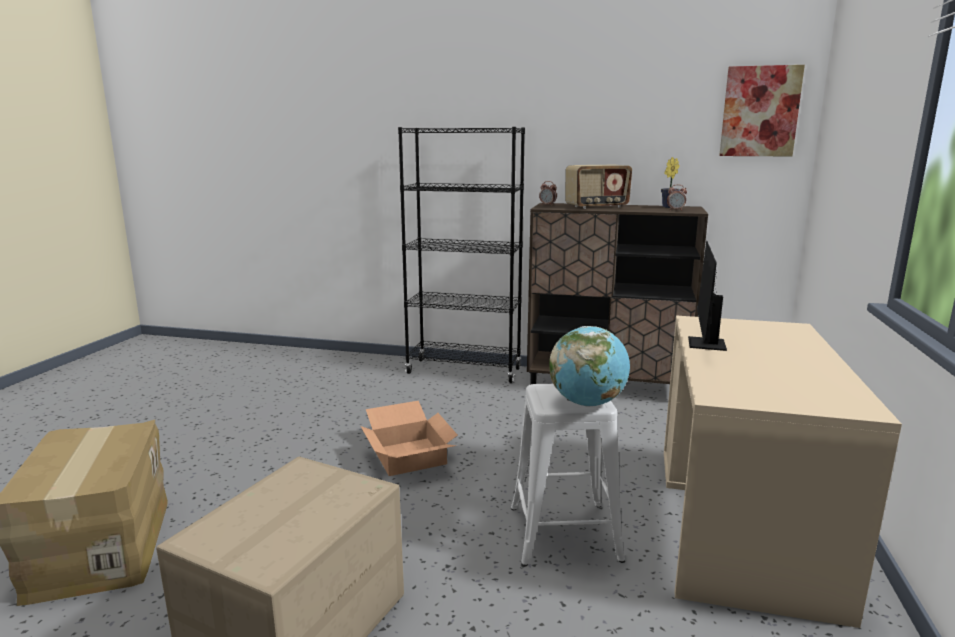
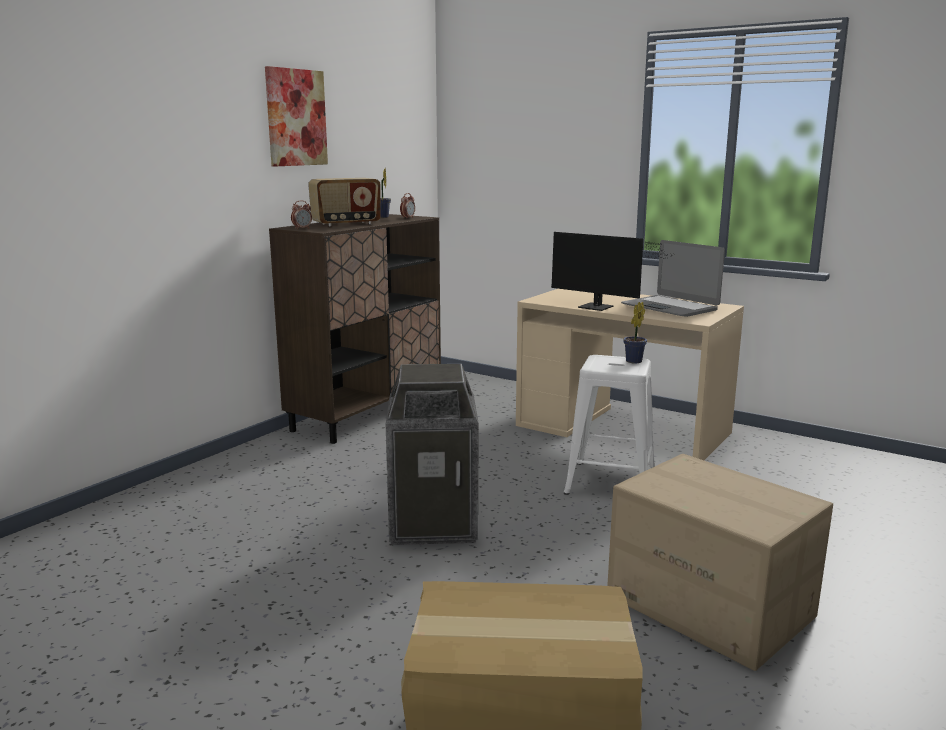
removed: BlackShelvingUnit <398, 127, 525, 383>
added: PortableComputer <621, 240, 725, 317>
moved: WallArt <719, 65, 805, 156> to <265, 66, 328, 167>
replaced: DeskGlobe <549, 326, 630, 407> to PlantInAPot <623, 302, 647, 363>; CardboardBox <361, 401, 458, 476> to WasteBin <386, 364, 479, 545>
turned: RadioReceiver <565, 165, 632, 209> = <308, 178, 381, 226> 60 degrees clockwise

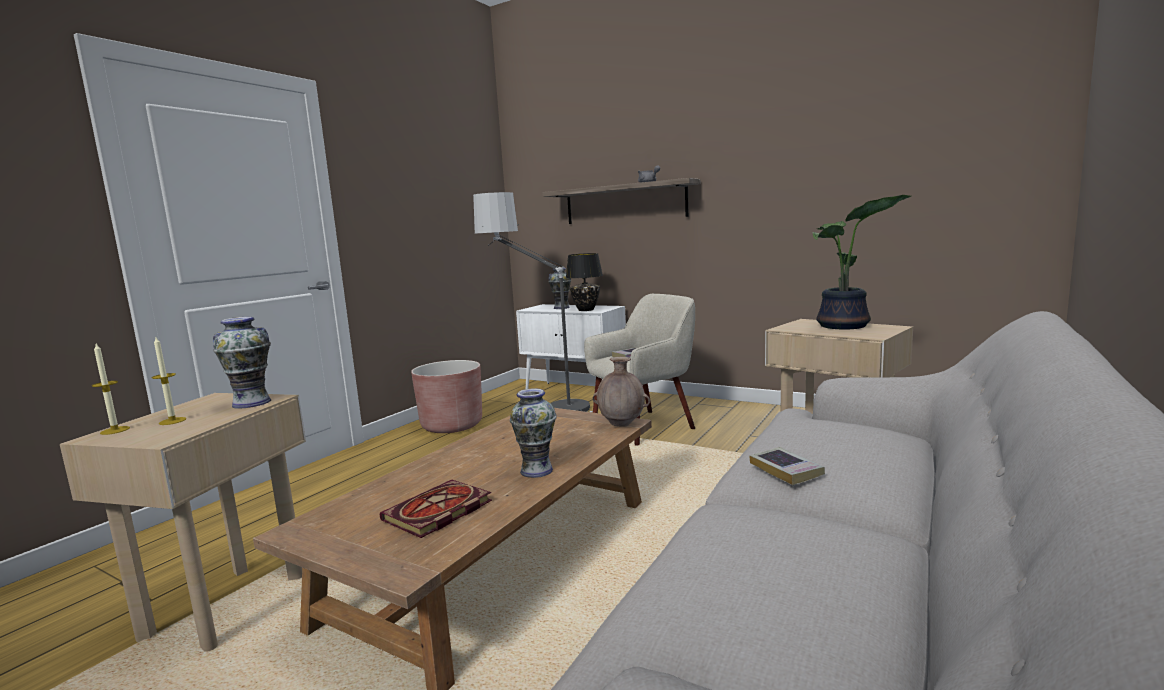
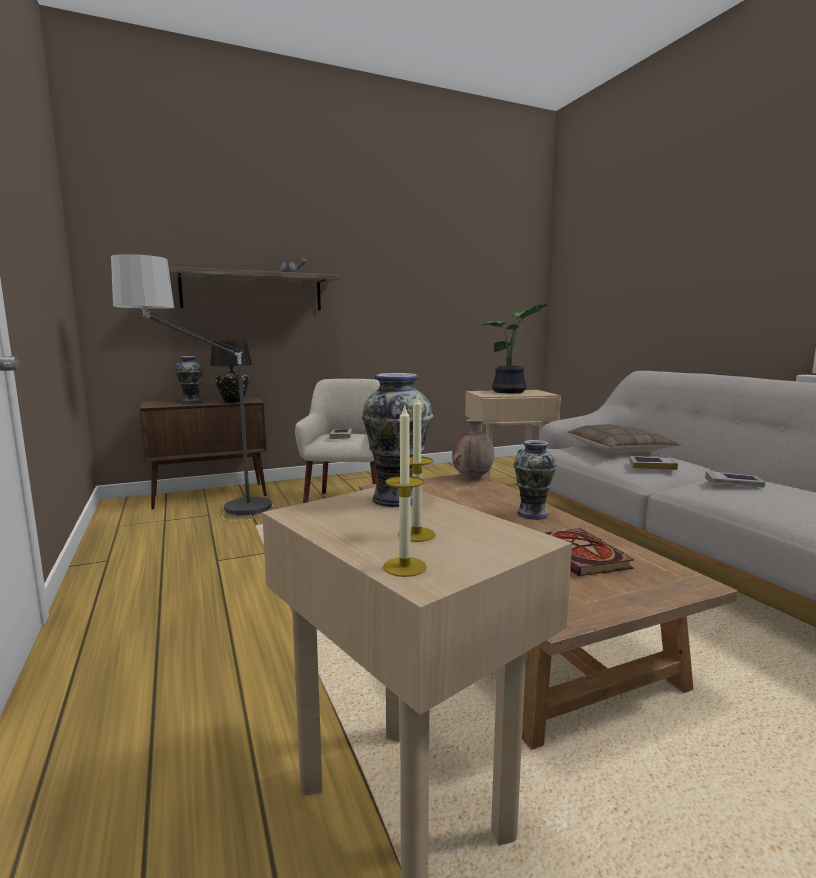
removed: BrownishPlanter <411, 360, 482, 433>
added: Pillow <567, 424, 681, 453>; Book <705, 471, 765, 487>
recoloured: WhiteCabinet <516, 304, 626, 389> to BrownishCabinet <139, 397, 267, 510>

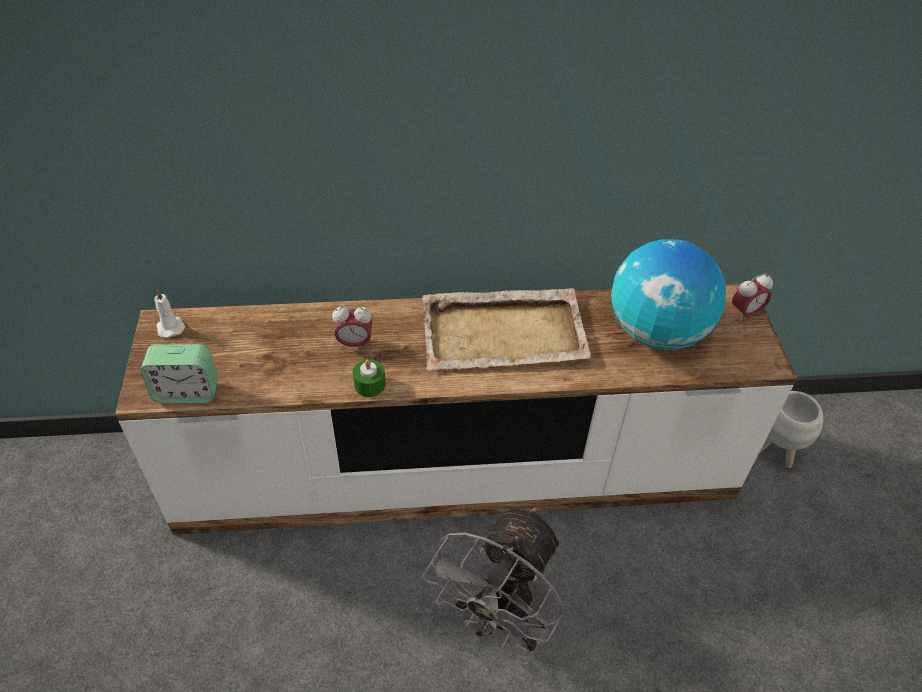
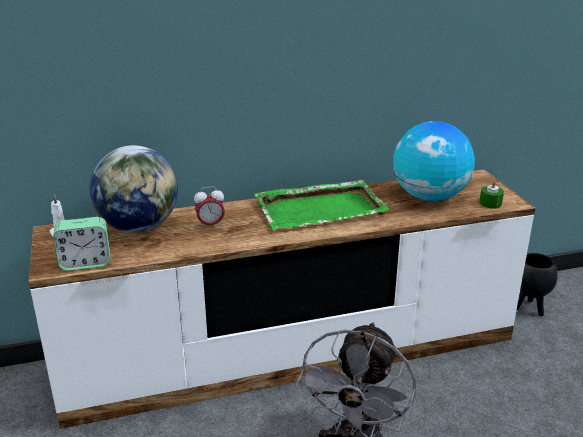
removed: AlarmClock <732, 273, 773, 321>
added: DeskGlobe <89, 145, 178, 233>
moved: GreenCandle <353, 359, 386, 397> to <479, 180, 504, 209>
recoloured: SandColouredTray <422, 288, 592, 371> to GreenTray <255, 180, 390, 230>; WhitePlanter <759, 391, 823, 468> to BlackPlanter <516, 253, 558, 316>

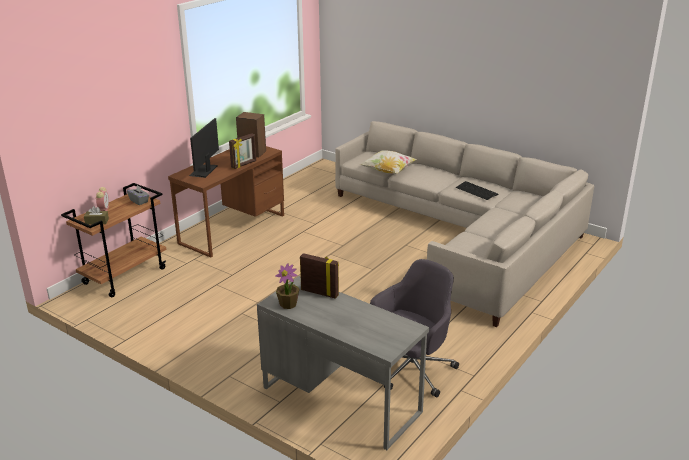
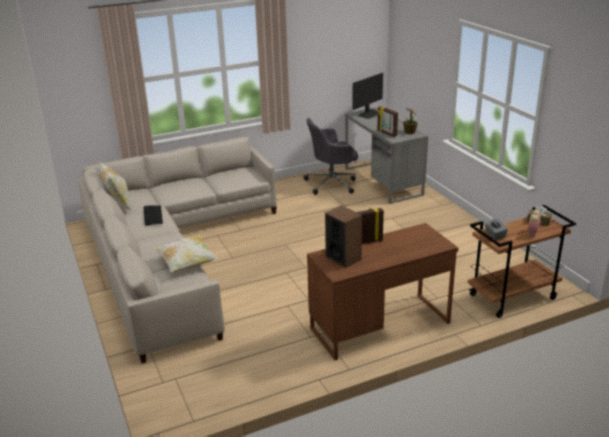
added: Pillow <99, 162, 131, 211>
moved: Monitor <189, 118, 219, 178> to <352, 73, 383, 119>

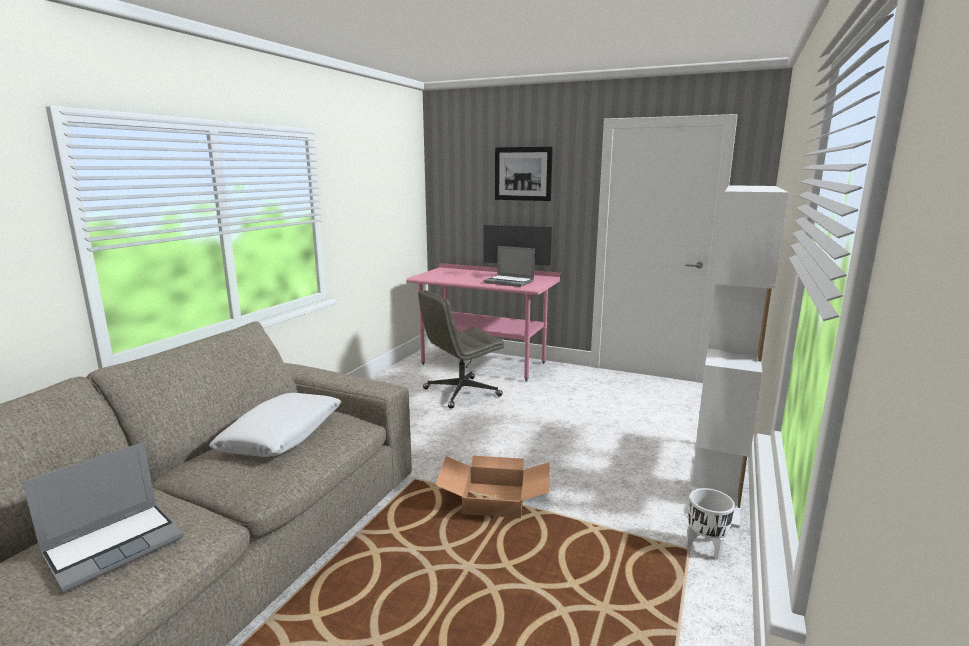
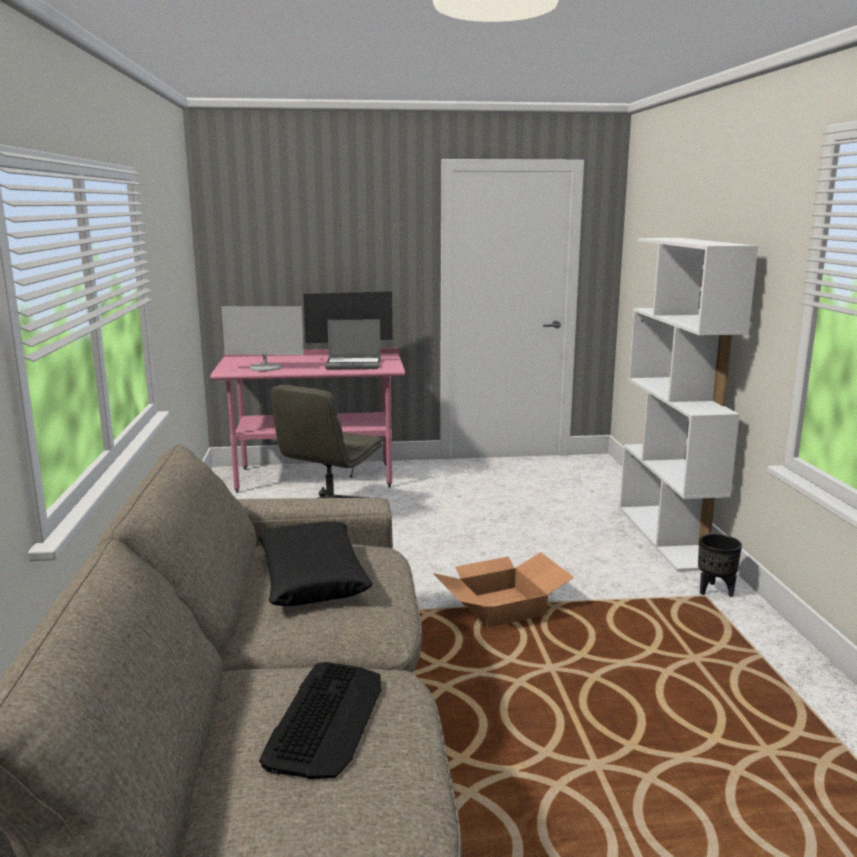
removed: WallArt <495, 147, 553, 201>
added: Monitor <221, 306, 304, 371>
replaced: PortableComputer <22, 442, 184, 592> to ComputerKeyboard <259, 662, 381, 779>
recoloured: WhitePillow <209, 393, 341, 457> to BlackPillow <259, 521, 373, 606>; WhitePlanter <687, 488, 735, 560> to BlackPlanter <698, 534, 742, 597>

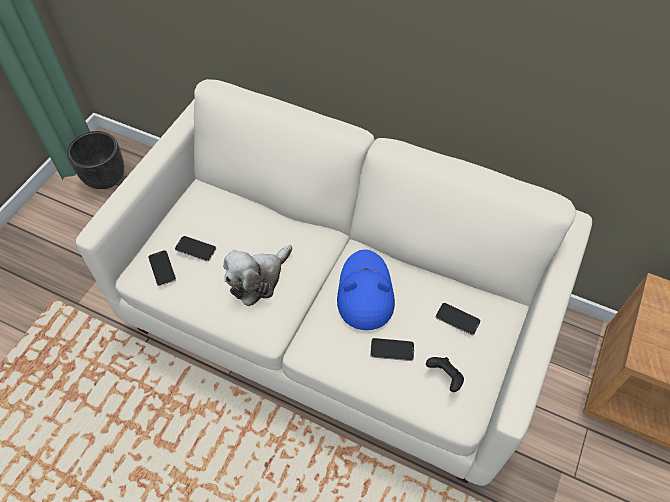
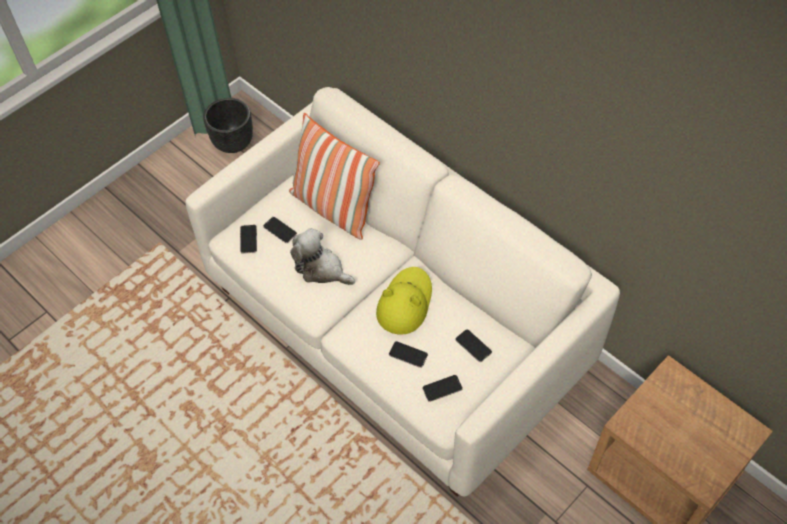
added: Pillow <289, 113, 380, 240>
replaced: BlackGamepad <426, 357, 464, 392> to Handset <422, 375, 463, 402>
recoloured: BluishHat <337, 249, 395, 330> to YellowColouredHat <376, 267, 432, 335>
turned: SoftToy <223, 245, 292, 306> = <290, 228, 355, 285> 60 degrees clockwise

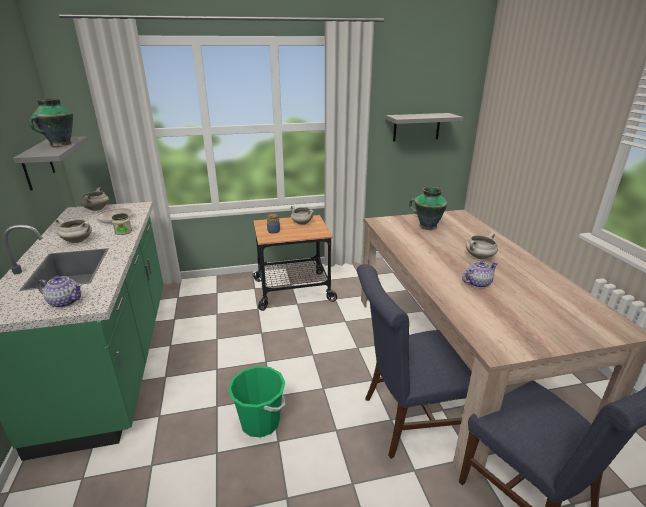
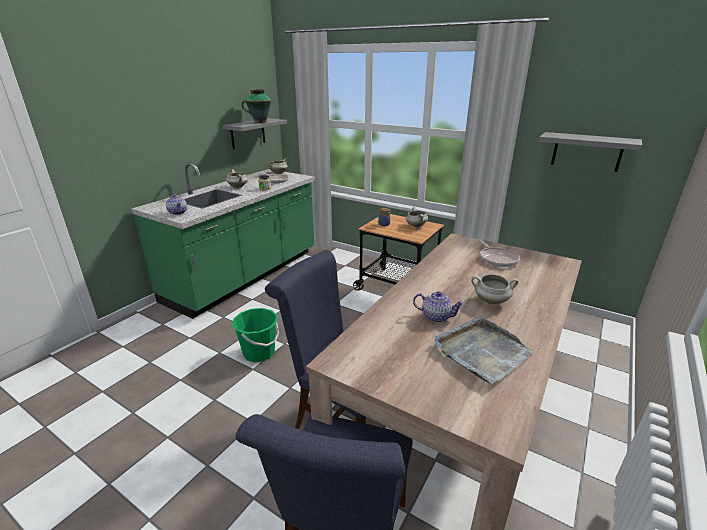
added: GreyishTray <434, 317, 533, 384>
replaced: DecorativeVase <409, 187, 448, 230> to Skillet <478, 239, 520, 267>

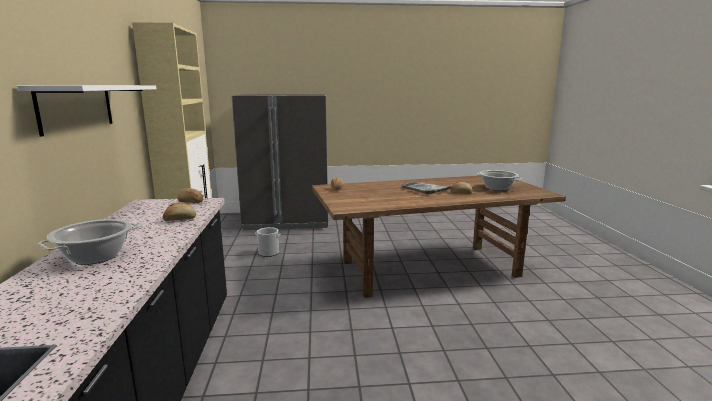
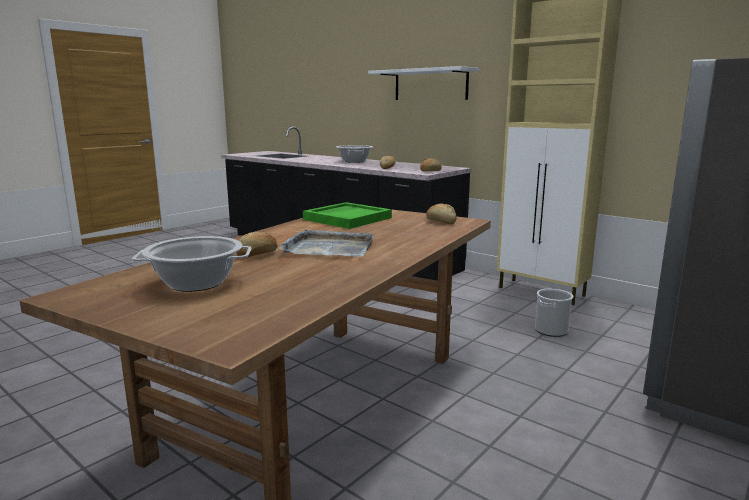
added: GreenTray <303, 202, 392, 229>

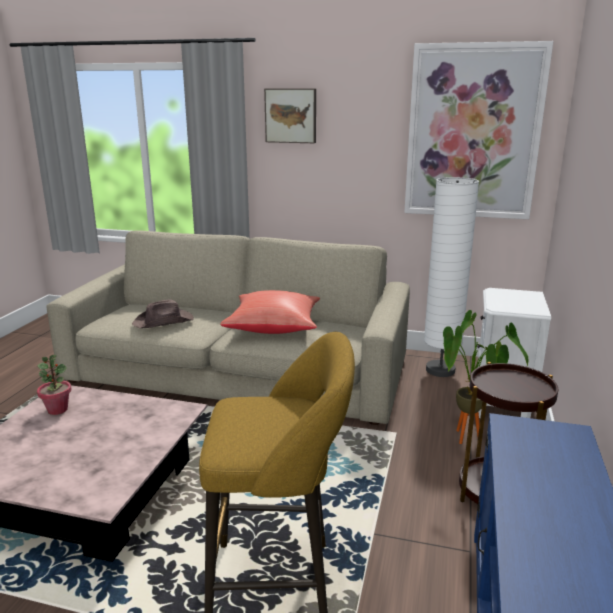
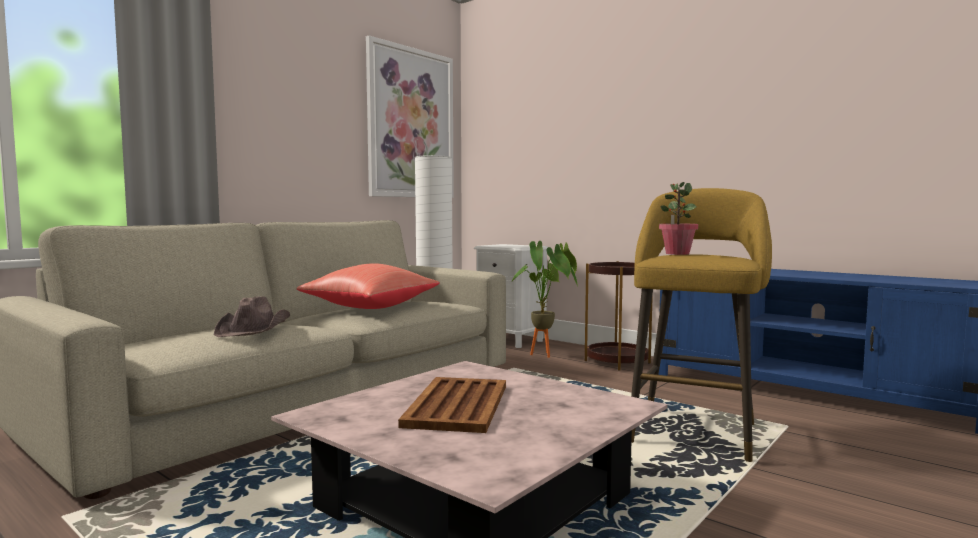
removed: WallArt <264, 89, 316, 143>
added: BrownishTray <398, 377, 506, 433>
moved: PlantInAPot <37, 355, 72, 415> to <659, 182, 698, 255>

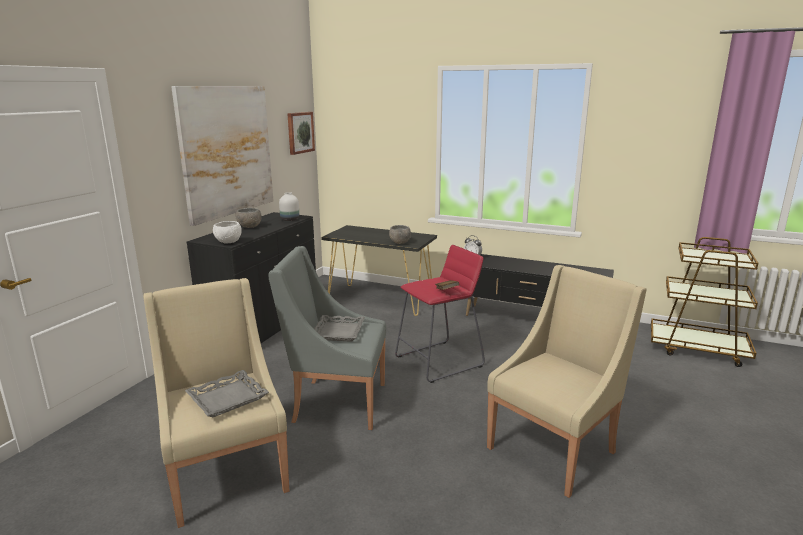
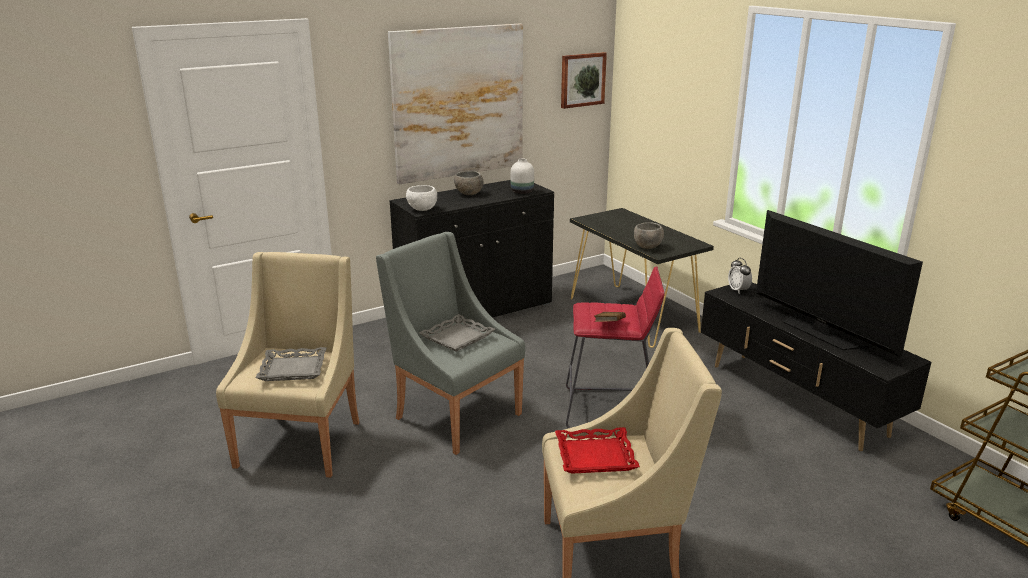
added: Tv <756, 210, 923, 357>; ReddishTray <555, 427, 640, 474>

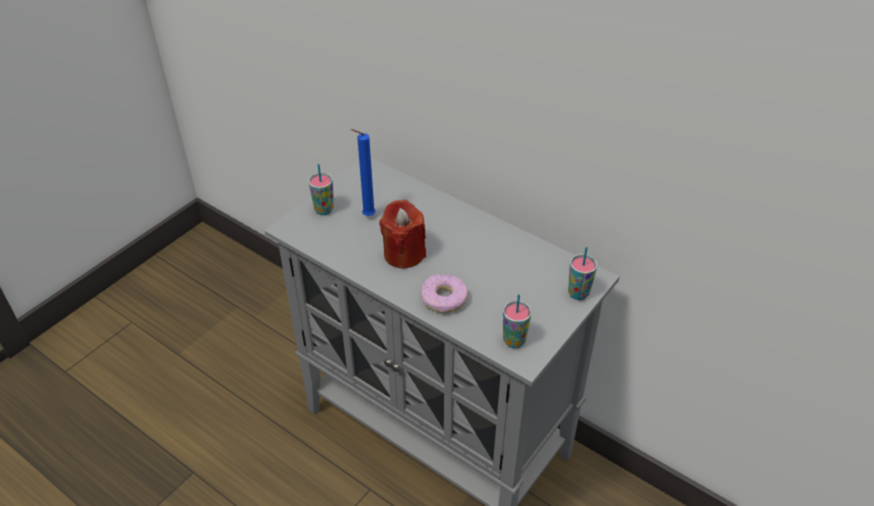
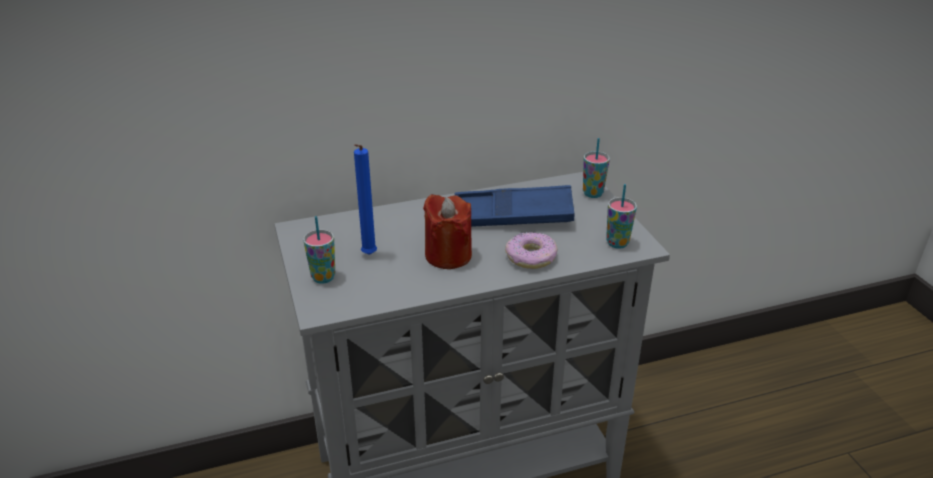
added: BluishTray <455, 185, 574, 227>

